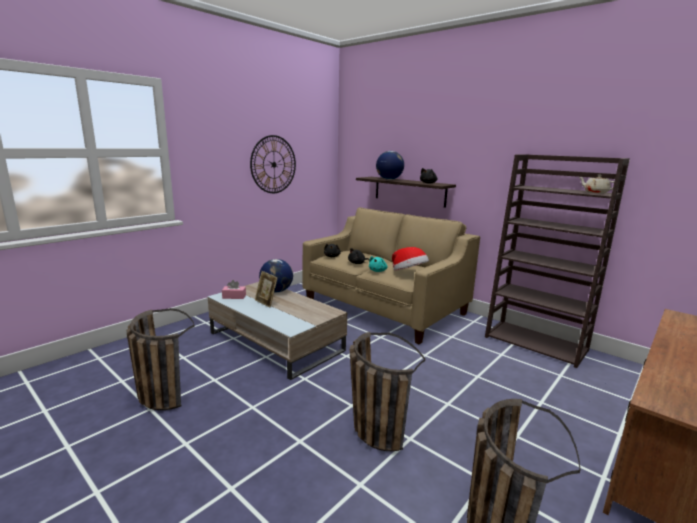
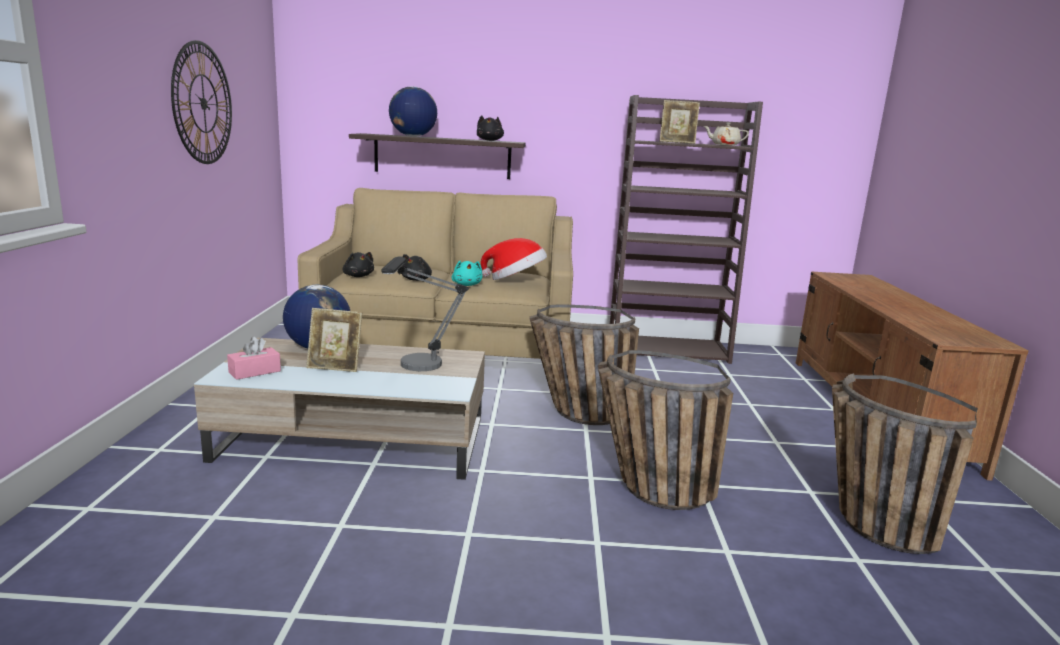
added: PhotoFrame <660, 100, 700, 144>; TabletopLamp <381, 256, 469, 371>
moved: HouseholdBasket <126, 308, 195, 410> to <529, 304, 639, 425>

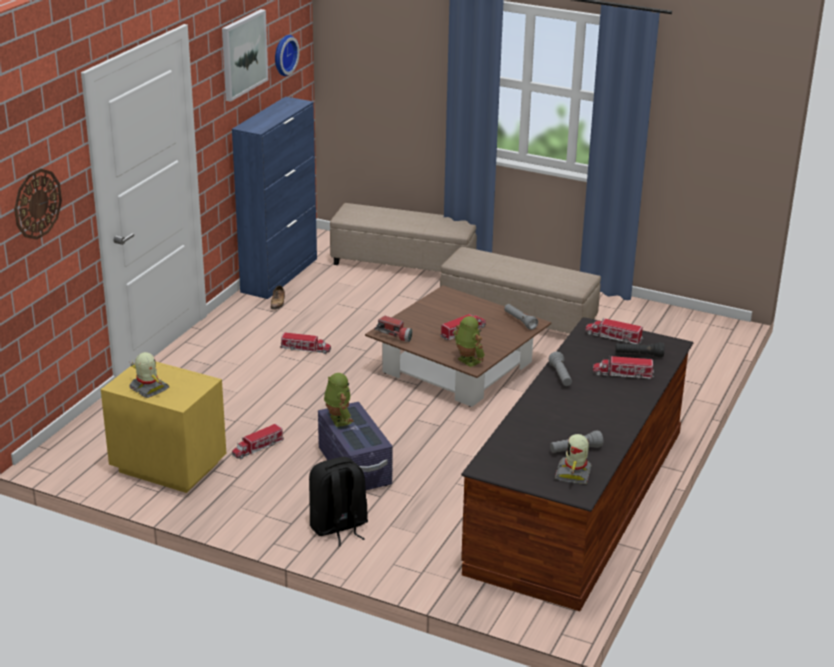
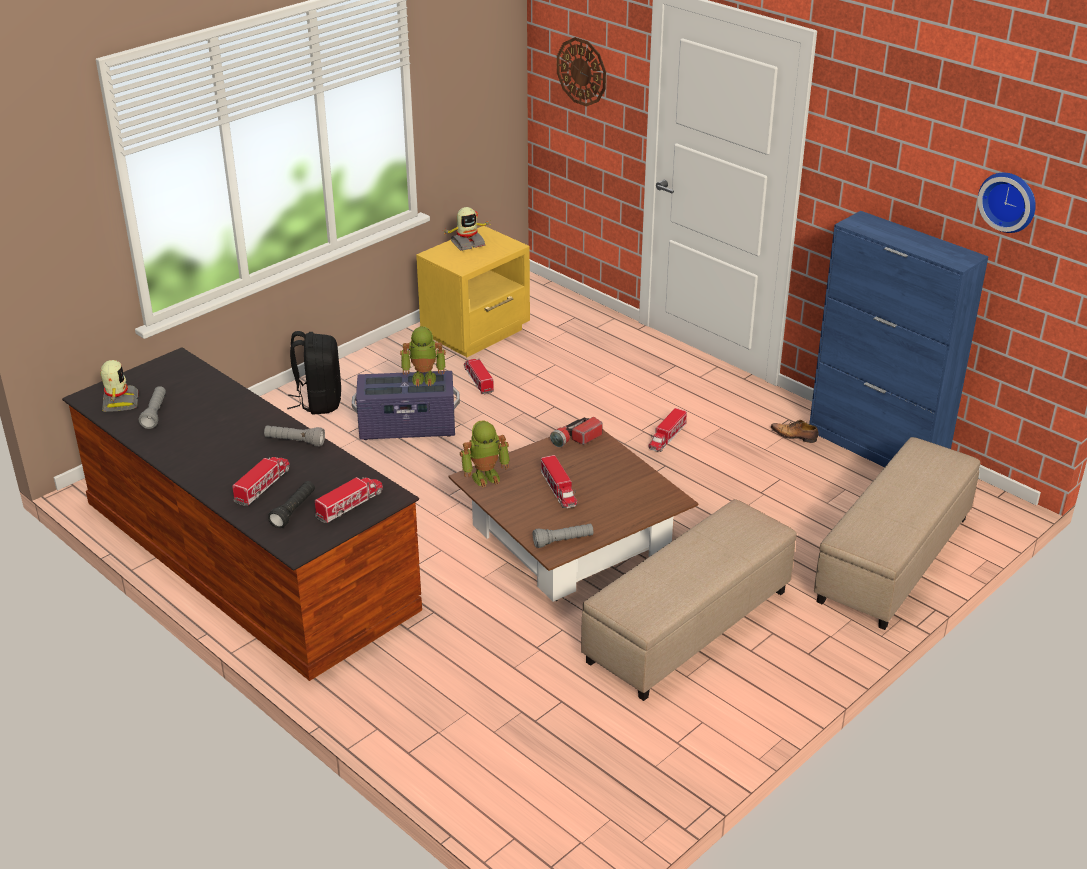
removed: WallArt <222, 9, 268, 102>
turned: RobotFigure <555, 434, 591, 484> = <100, 360, 139, 412> 45 degrees clockwise

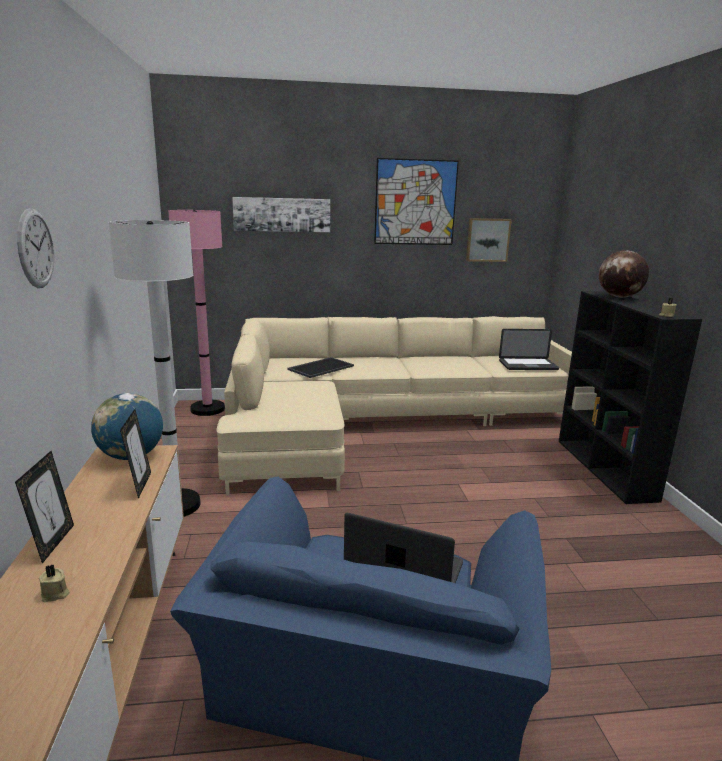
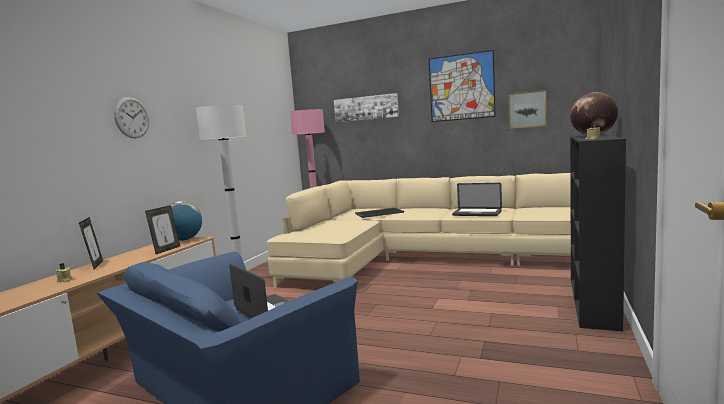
moved: PortableComputer <499, 329, 559, 370> to <452, 183, 502, 216>
turned: PhotoFrame <15, 451, 74, 564> = <79, 217, 103, 269> 45 degrees counterclockwise

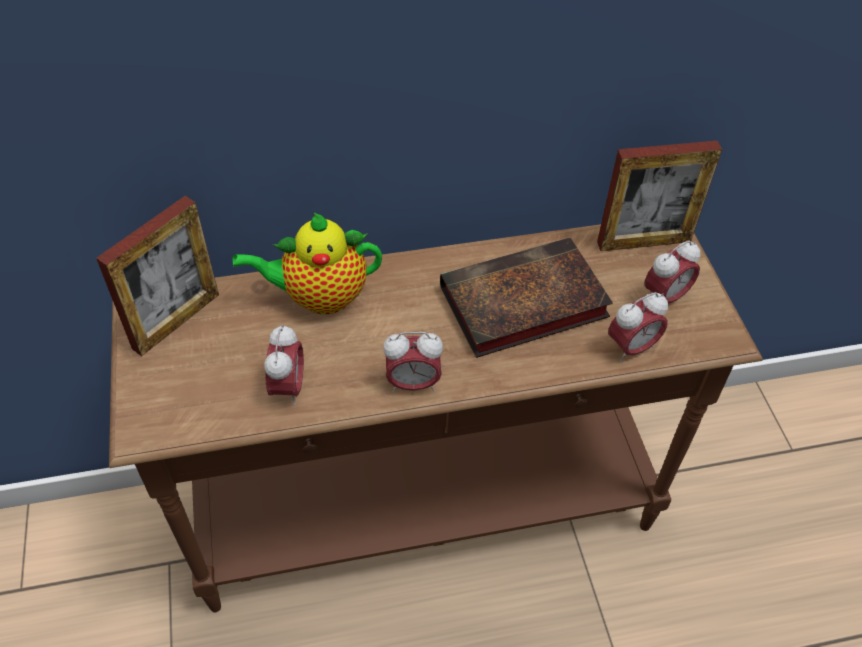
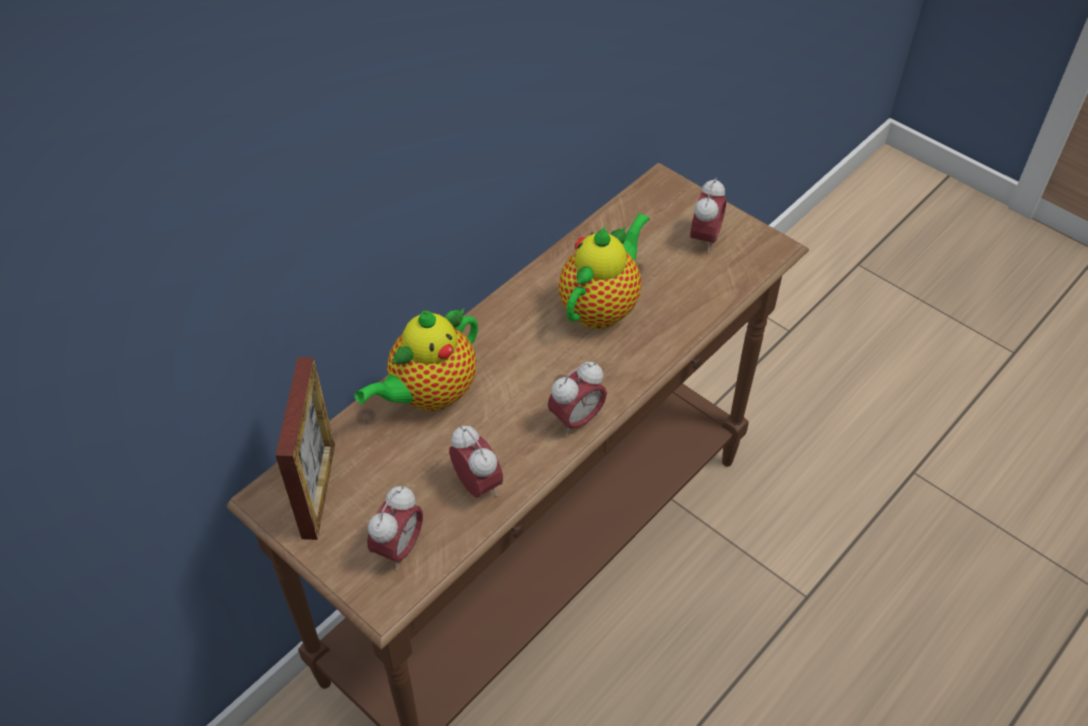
removed: PhotoFrame <597, 141, 722, 251>
moved: AlarmClock <608, 292, 668, 362> to <367, 485, 423, 570>
replaced: Book <440, 237, 613, 358> to TeaPot <558, 213, 650, 329>

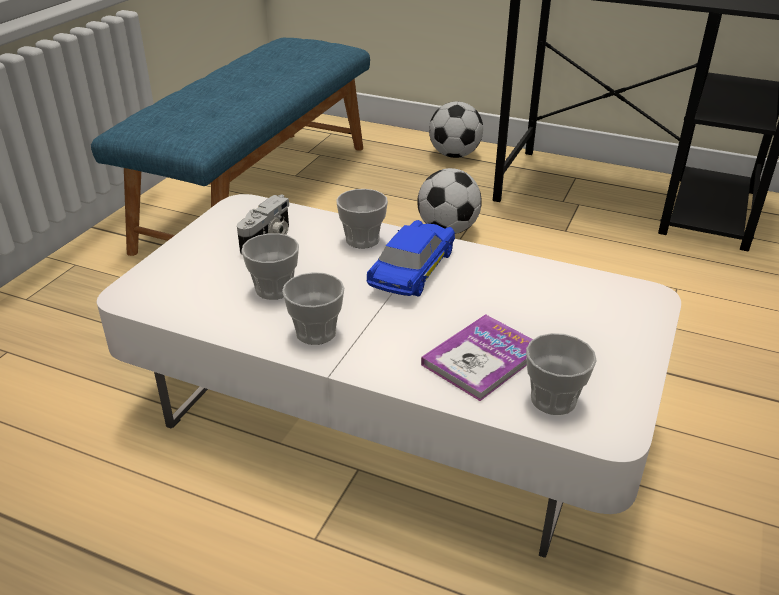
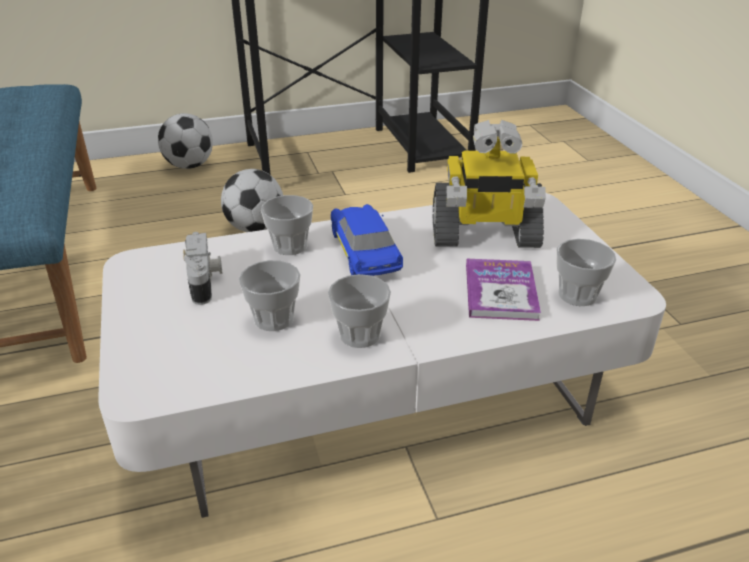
added: RobotFigure <433, 120, 546, 248>

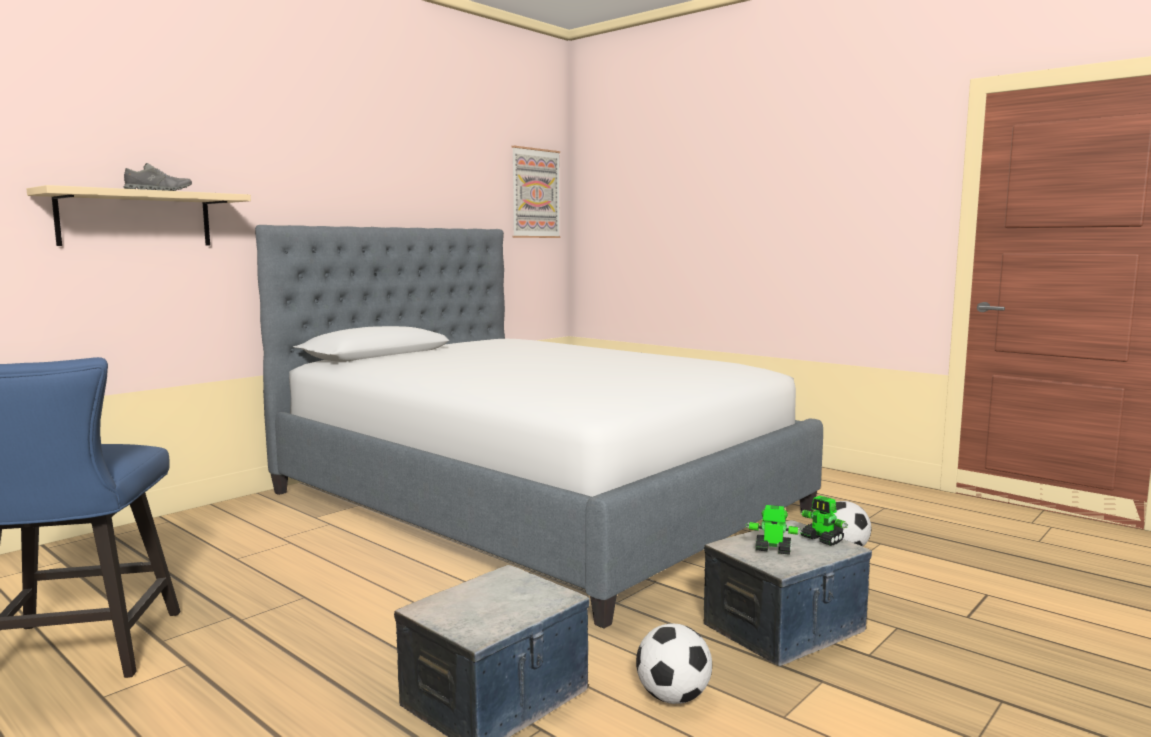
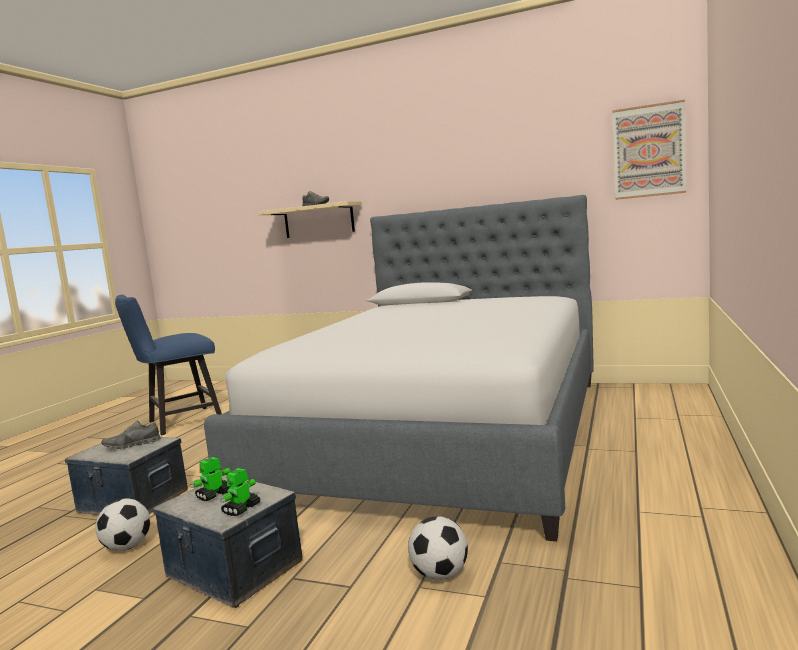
added: GreyishShoe <101, 420, 161, 449>
turned: RobotFigure <745, 505, 802, 555> = <189, 457, 232, 501> 135 degrees counterclockwise

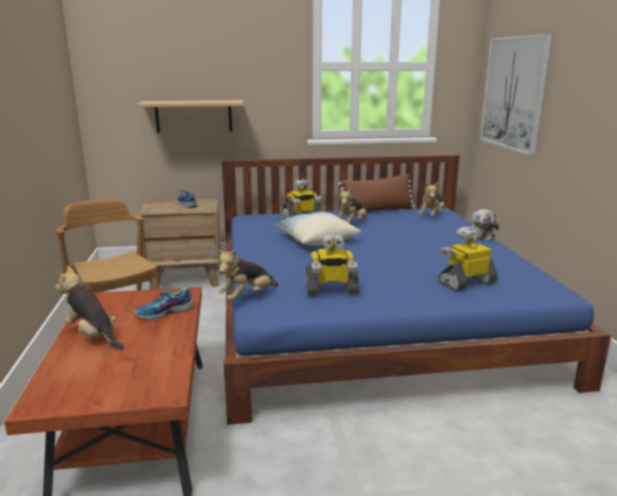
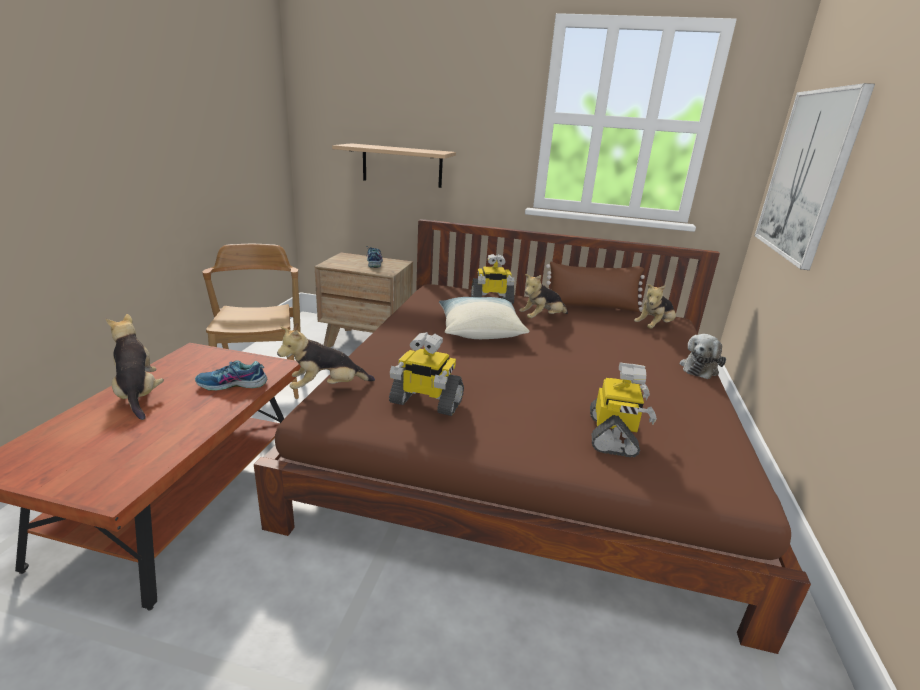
recoloured: BluishBedroomBed <222, 154, 611, 425> to BrownishBedroomBed <254, 219, 811, 654>
turned: RobotFigure <438, 227, 498, 290> = <590, 362, 657, 458> 105 degrees clockwise

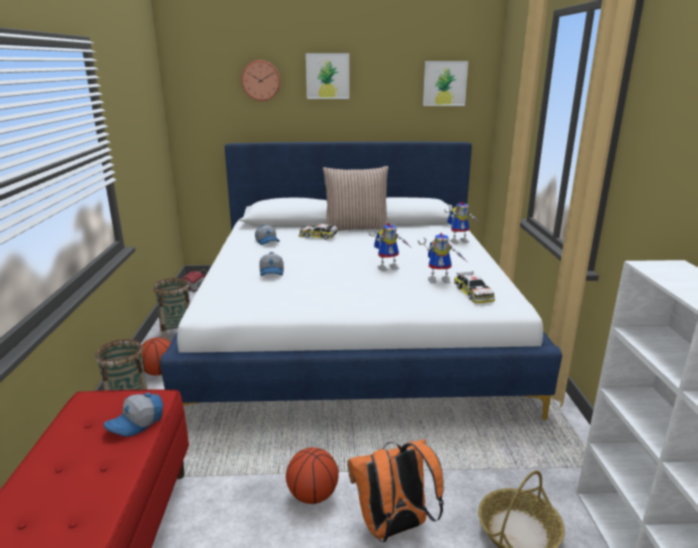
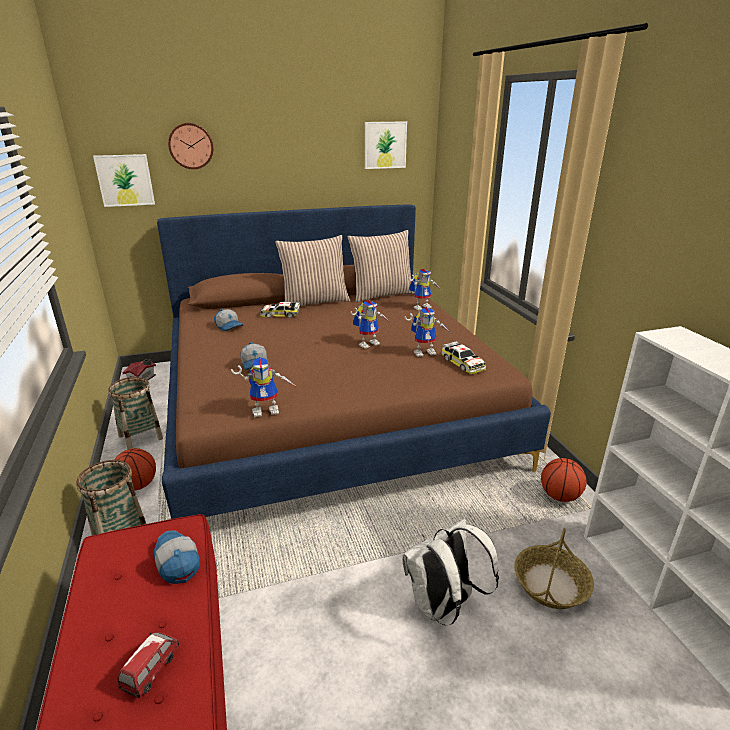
added: Pillow <347, 230, 415, 302>; RobotFigure <231, 357, 295, 417>; ToyCar <117, 632, 179, 698>
moved: WallArt <306, 53, 349, 99> to <93, 154, 155, 207>; BasketballBall <286, 447, 339, 504> to <541, 458, 587, 502>
recoloured: WhiteBedroomBed <160, 142, 562, 420> to BrownishBedroomBed <157, 204, 551, 519>; OrangeyKnapsack <348, 439, 444, 542> to WhiteKnapsack <402, 519, 499, 626>
turned: PeakedCap <103, 393, 163, 437> = <153, 531, 200, 584> 120 degrees clockwise

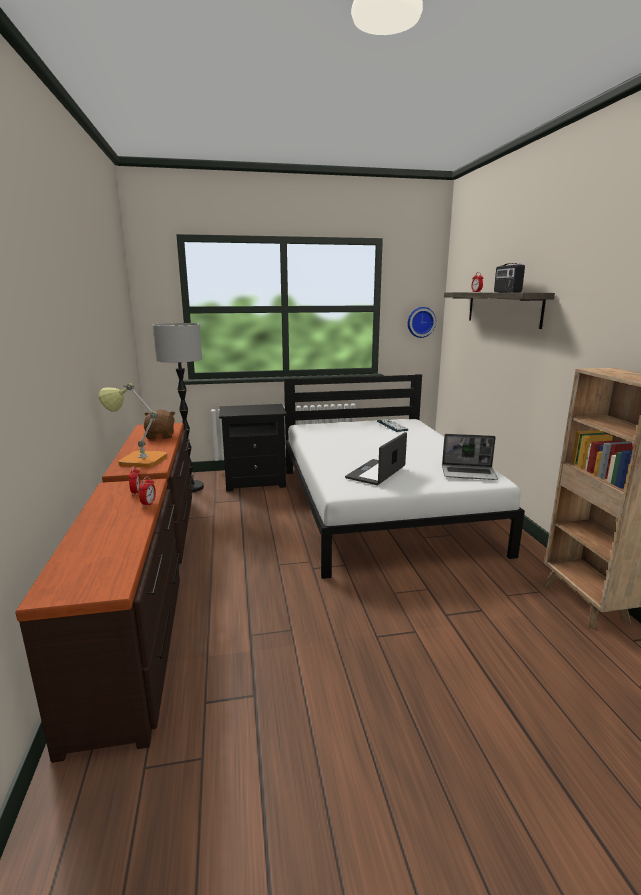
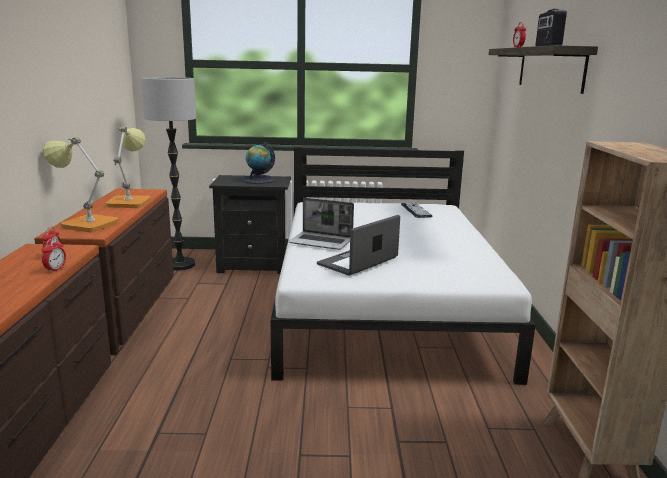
removed: HangingClock <408, 307, 436, 338>
added: DeskGlobe <242, 142, 276, 184>
moved: PortableComputer <442, 434, 498, 480> to <289, 198, 354, 250>
replaced: BrownishSoftToy <144, 410, 175, 439> to TabletopLamp <105, 126, 151, 208>

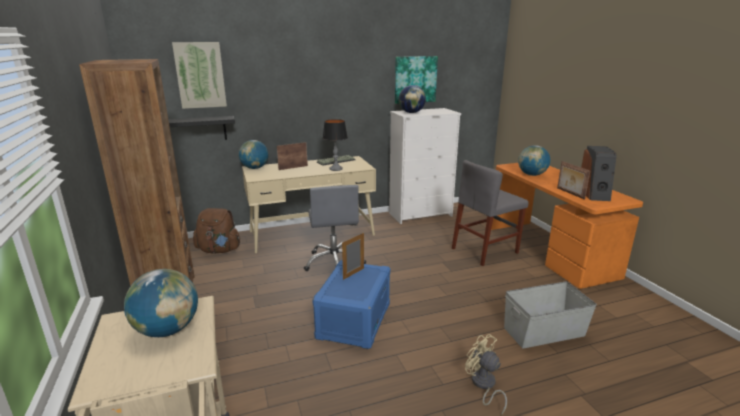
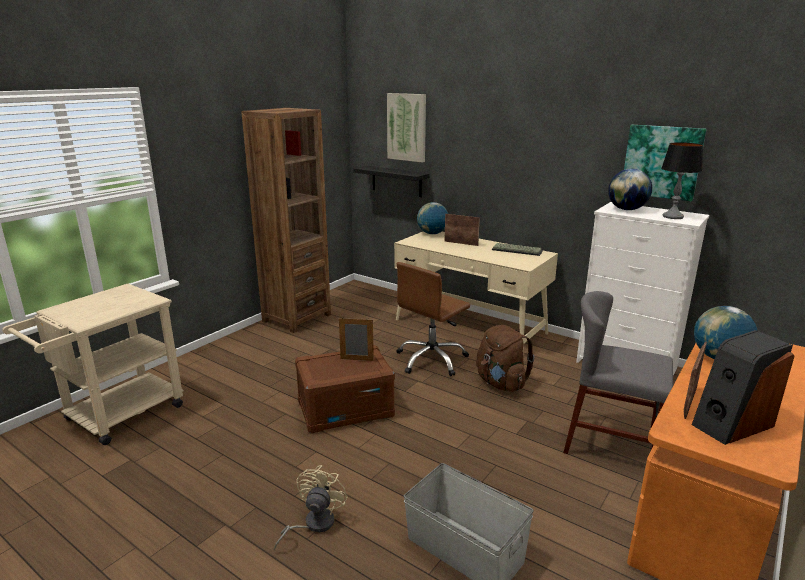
removed: DeskGlobe <124, 269, 198, 337>
moved: TabletopLamp <323, 119, 348, 171> to <661, 142, 703, 219>; BrownishKnapsack <193, 208, 240, 253> to <476, 325, 534, 392>
recoloured: GreyishDeskChair <304, 185, 366, 271> to BrownishDeskChair <397, 262, 470, 376>; BluishStorageContainer <312, 260, 390, 349> to BrownishStorageContainer <295, 345, 395, 433>

